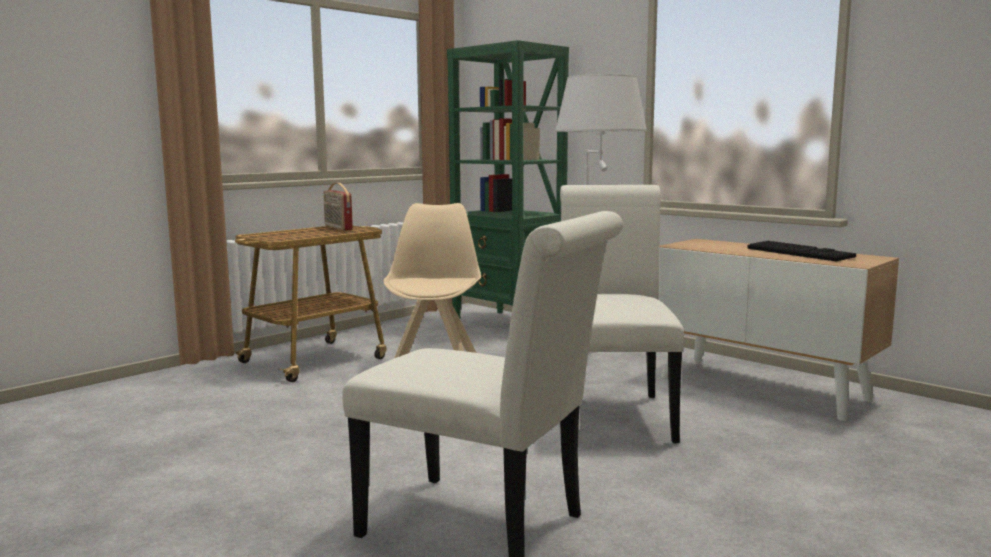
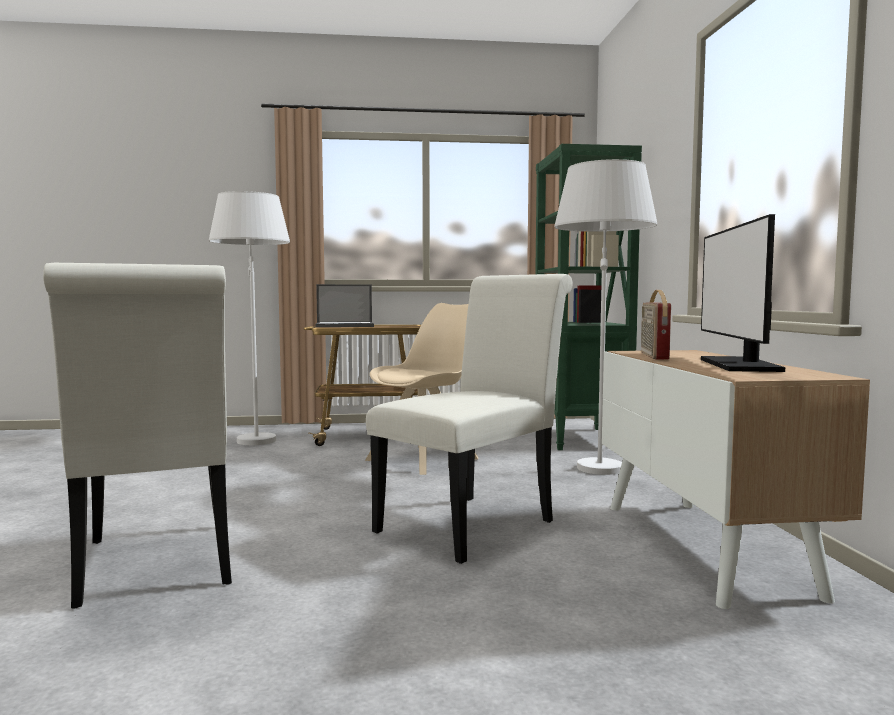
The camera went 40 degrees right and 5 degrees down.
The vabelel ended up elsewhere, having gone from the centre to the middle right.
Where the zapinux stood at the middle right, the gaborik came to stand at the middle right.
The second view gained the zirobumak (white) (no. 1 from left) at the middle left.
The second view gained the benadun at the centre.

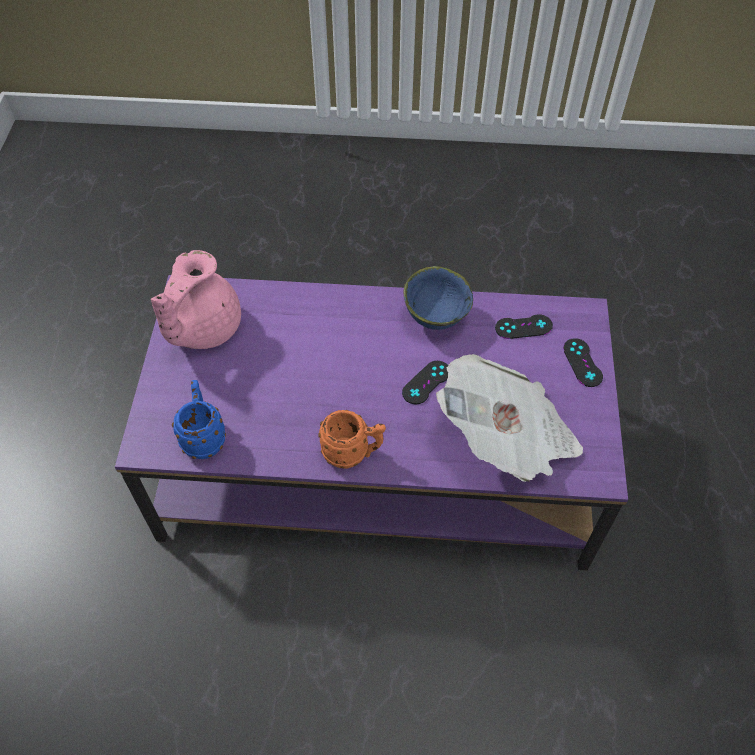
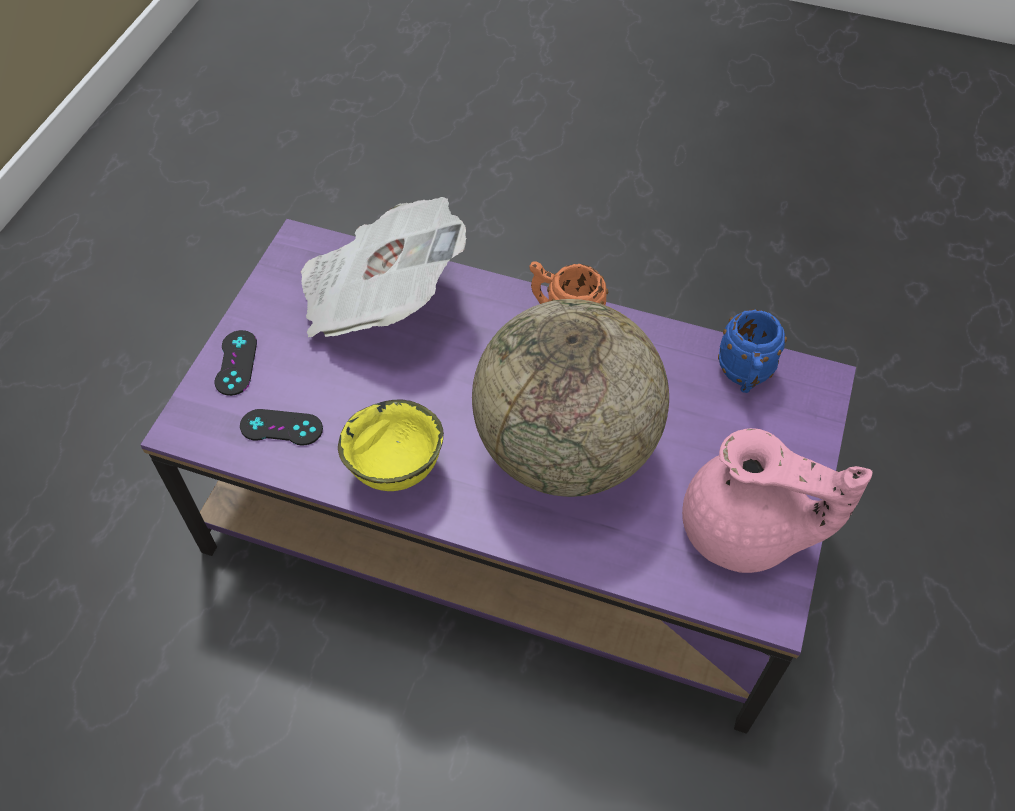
The camera went 165 degrees left and 0 degrees up.
The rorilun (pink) at the middle left ended up facing another way, 75 degrees clockwise from before.
The second view lost the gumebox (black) (no. 1 from left) at the centre.
What was the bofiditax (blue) at the centre turned into the bofiditax (yellow) at the centre.
The second view gained the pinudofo at the centre.

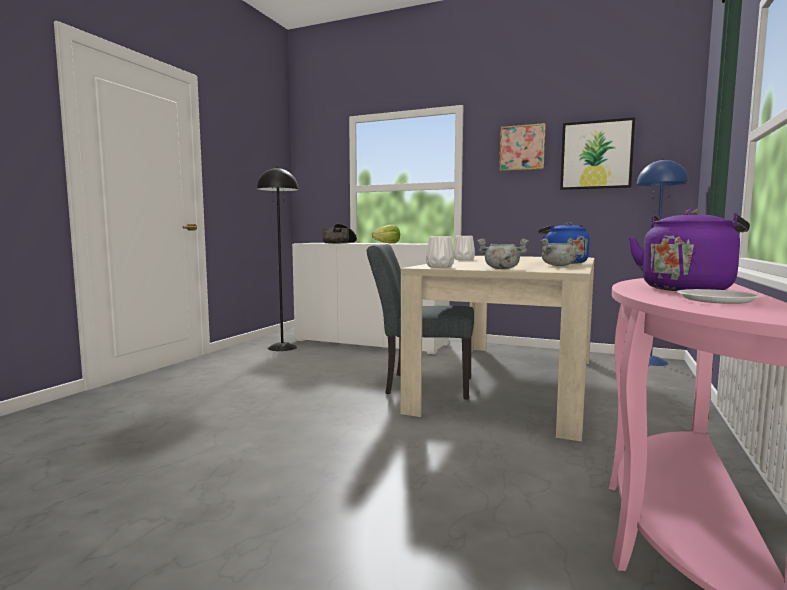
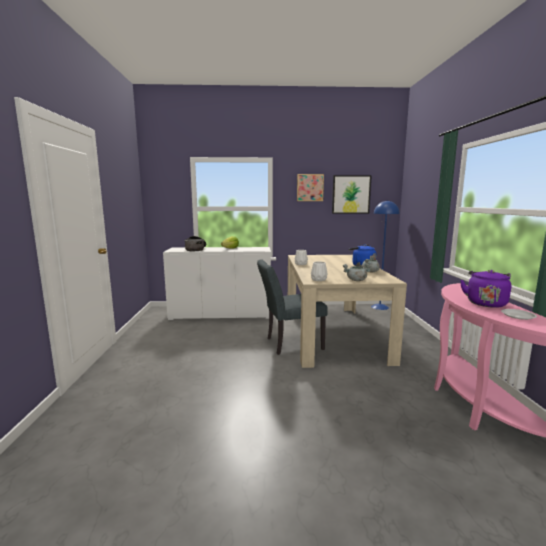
The camera went 25 degrees left and 5 degrees up.
The second view lost the zirobumak (black) at the centre.

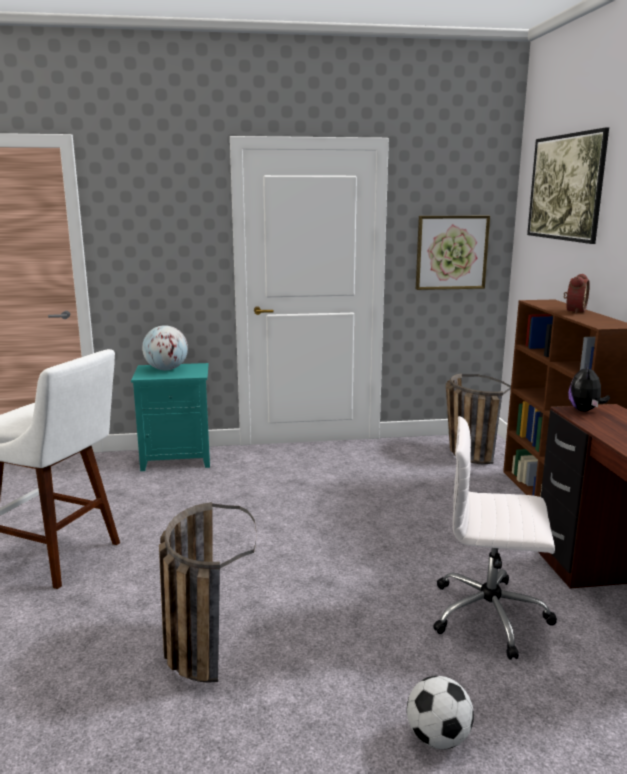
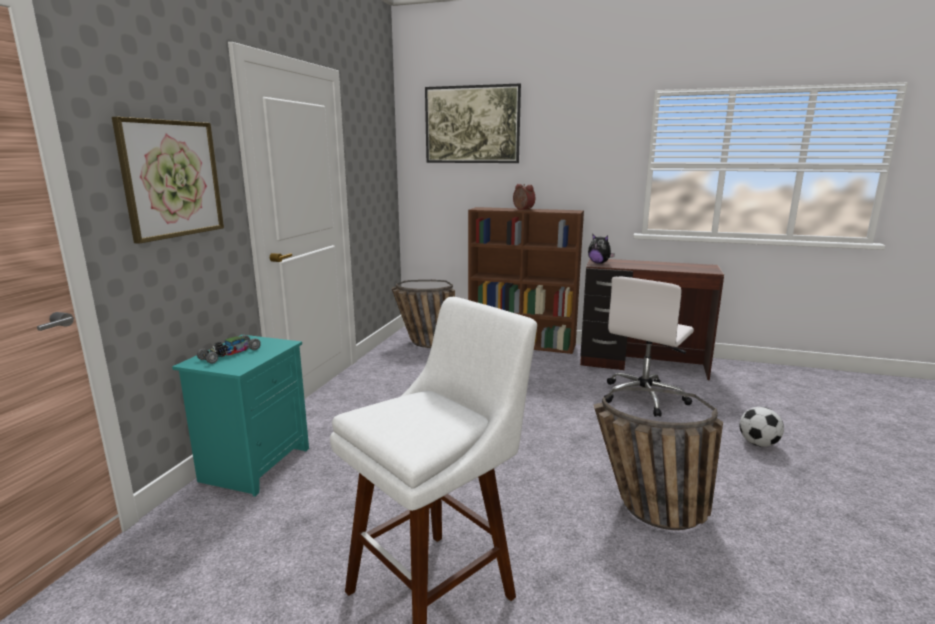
The camera went 65 degrees left and 0 degrees up.
Where the pinudofo stood at the middle left, the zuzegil came to stand at the middle left.
The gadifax (no. 1 from left) ended up elsewhere, having gone from the top right to the top left.

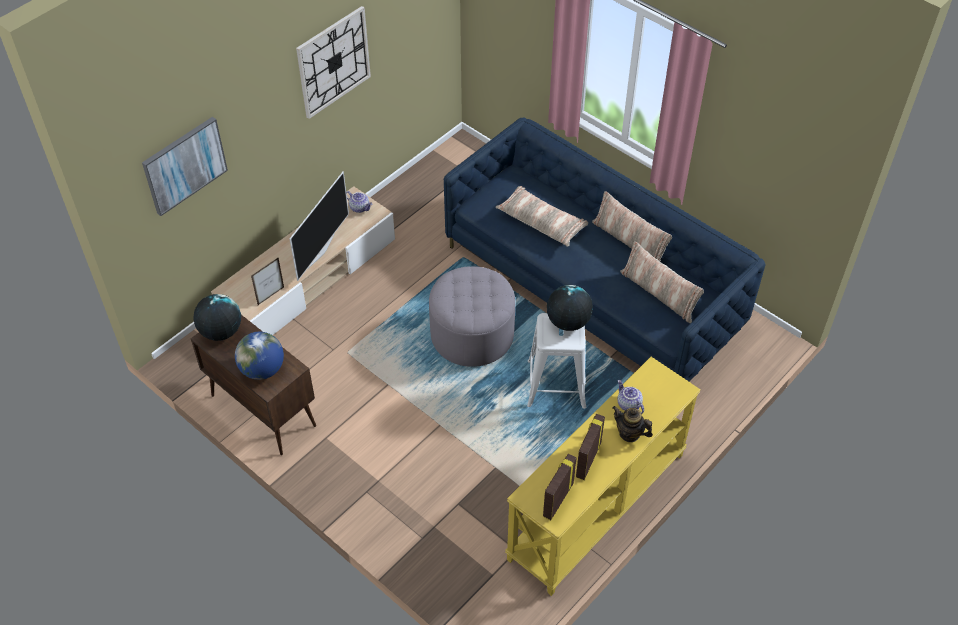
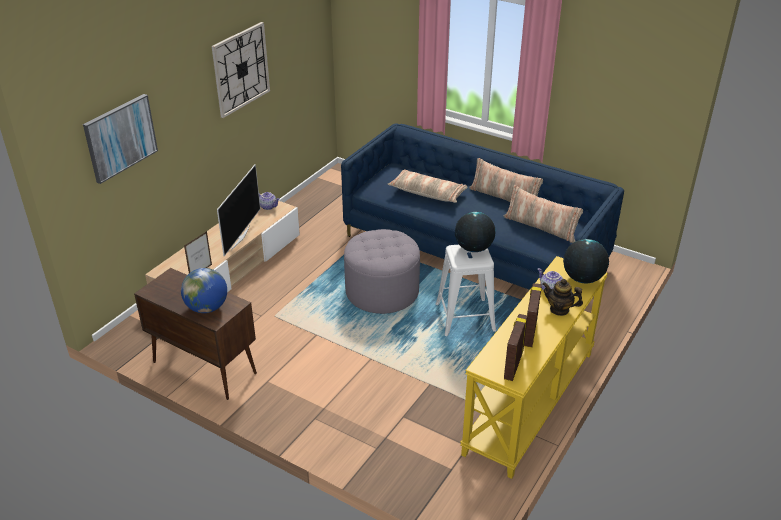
The camera went 10 degrees left and 15 degrees down.
The pinudofo (no. 1 from left in the first image) ended up elsewhere, having gone from the middle left to the middle right.

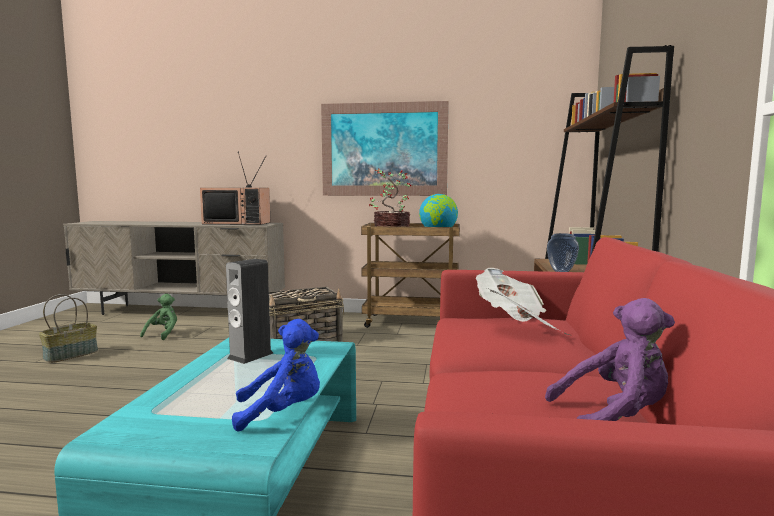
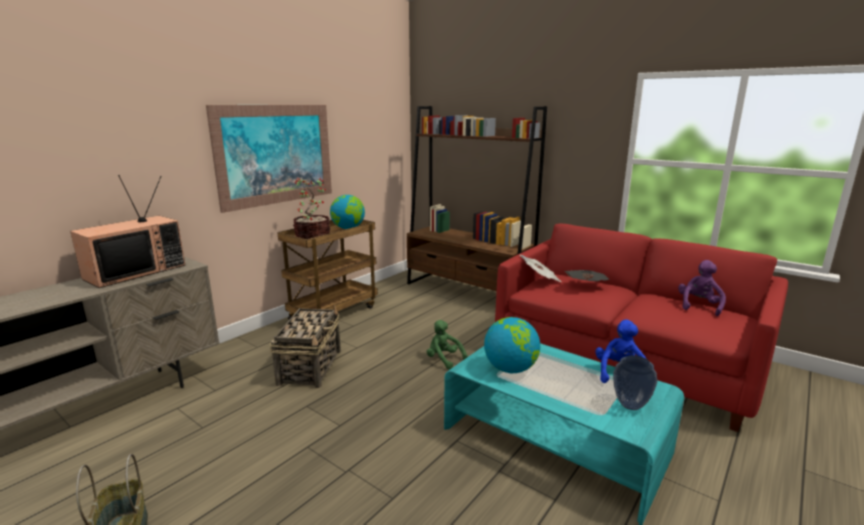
The camera went 60 degrees left and 10 degrees up.
The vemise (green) ended up elsewhere, having gone from the middle left to the centre.
Where the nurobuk stood at the middle left, the pinudofo (no. 2 from left) came to stand at the centre.
The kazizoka ended up elsewhere, having gone from the middle right to the bottom right.

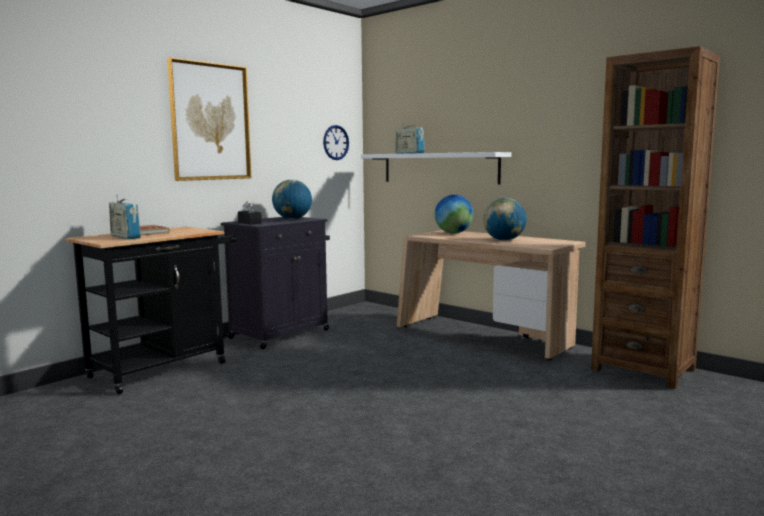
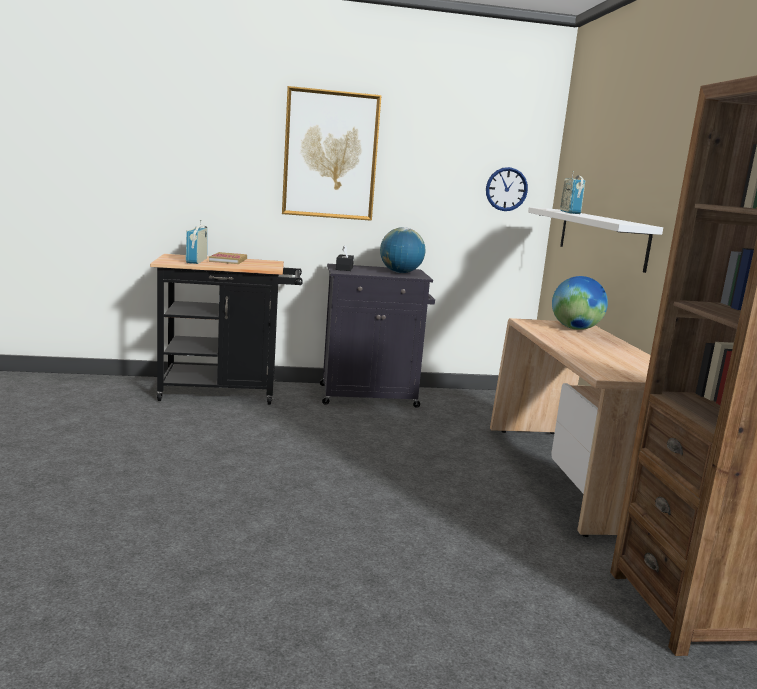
The camera went 40 degrees right and 5 degrees up.
The second view lost the pinudofo (no. 3 from left) at the centre.

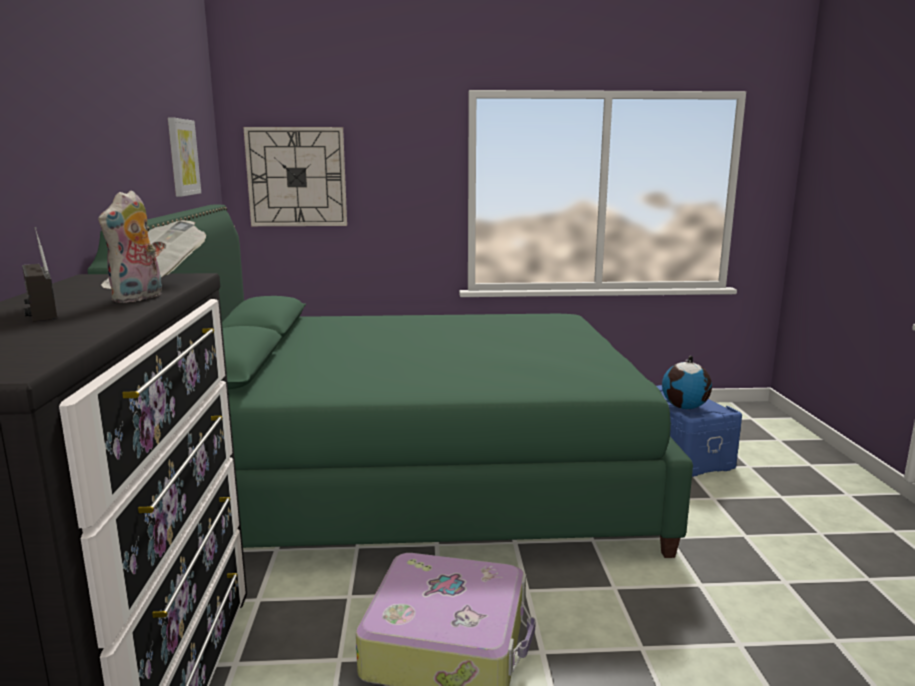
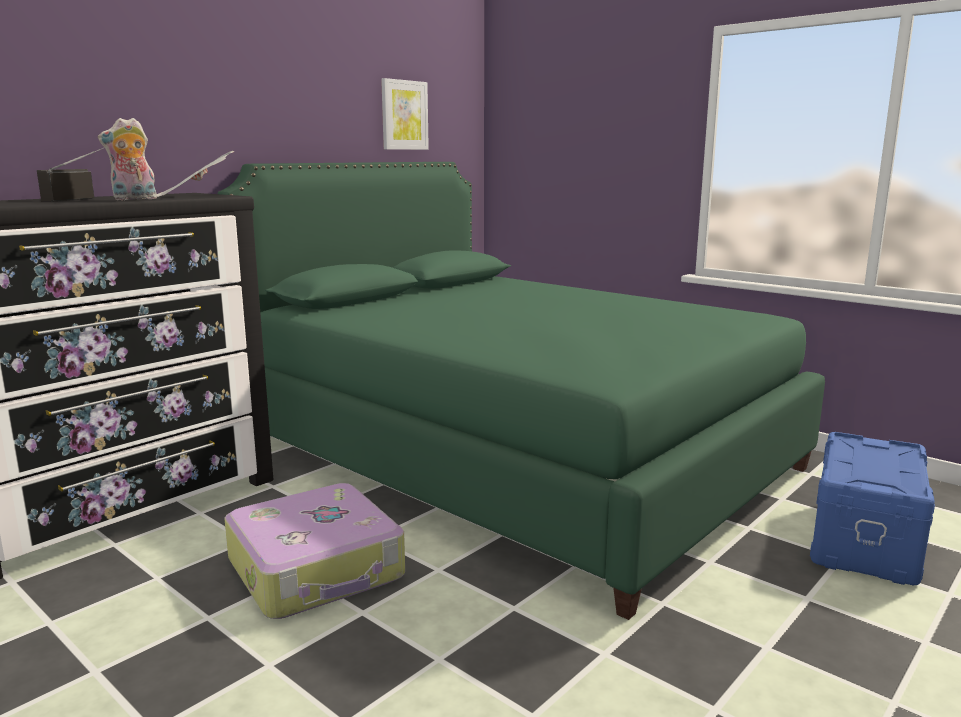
The camera went 45 degrees right and 0 degrees up.
The second view lost the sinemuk at the top left.
The second view lost the pinudofo at the middle right.

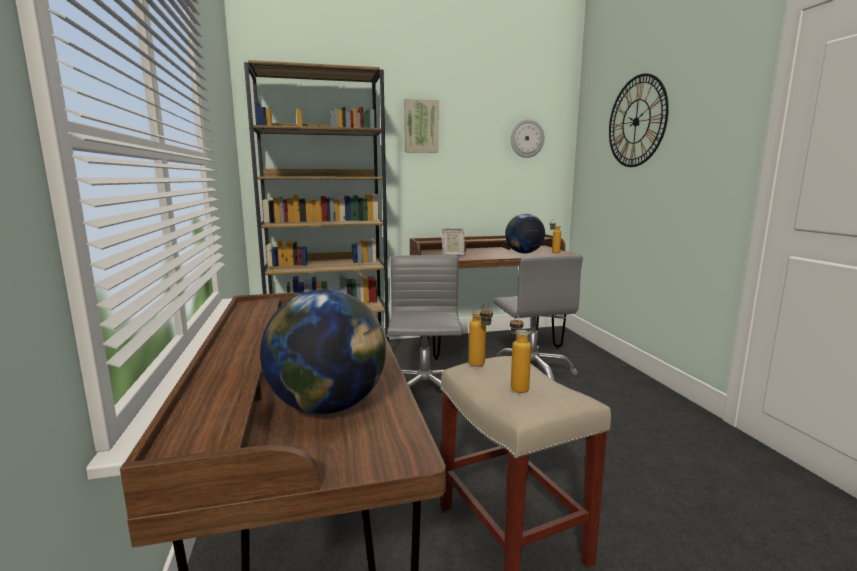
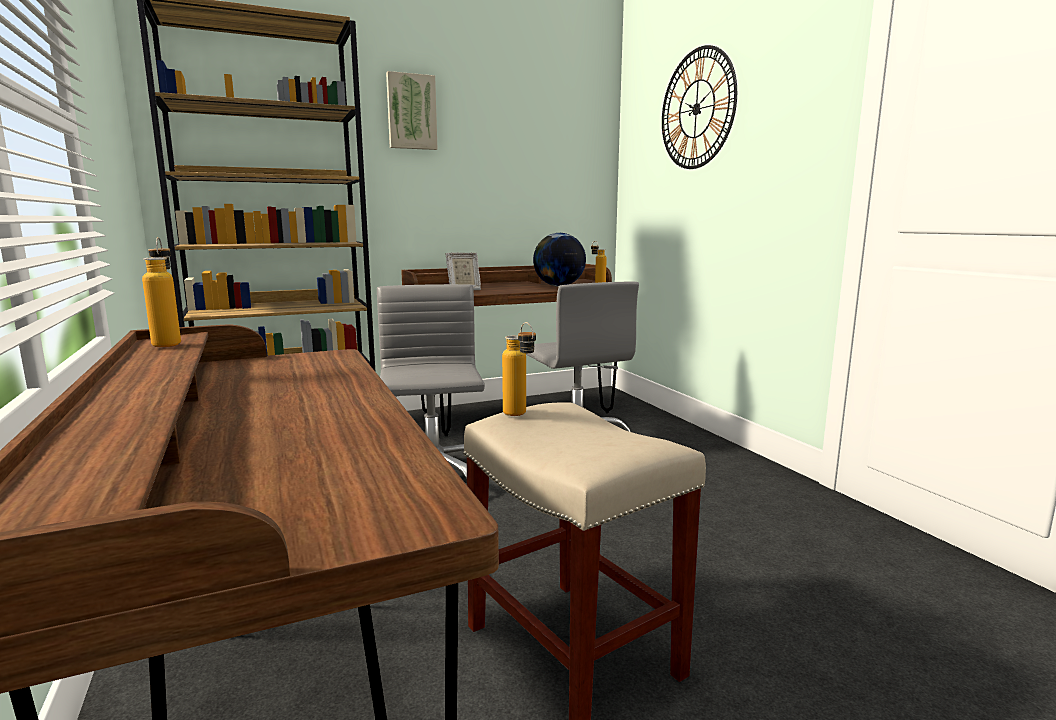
The camera went 10 degrees left and 0 degrees up.
The second view lost the pinudofo (no. 1 from left) at the centre.
The second view lost the sinemuk (no. 1 from left) at the top centre.
The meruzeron (no. 2 from left in the first image) ended up elsewhere, having gone from the centre to the middle left.

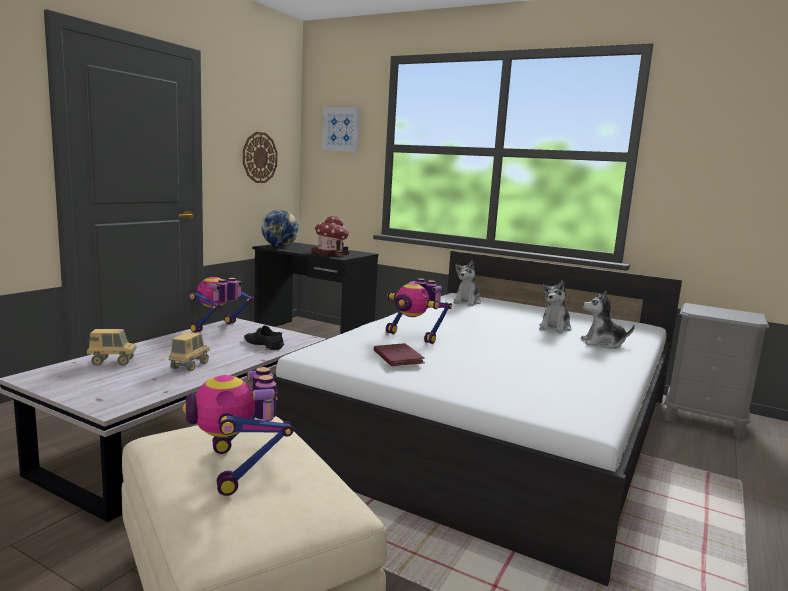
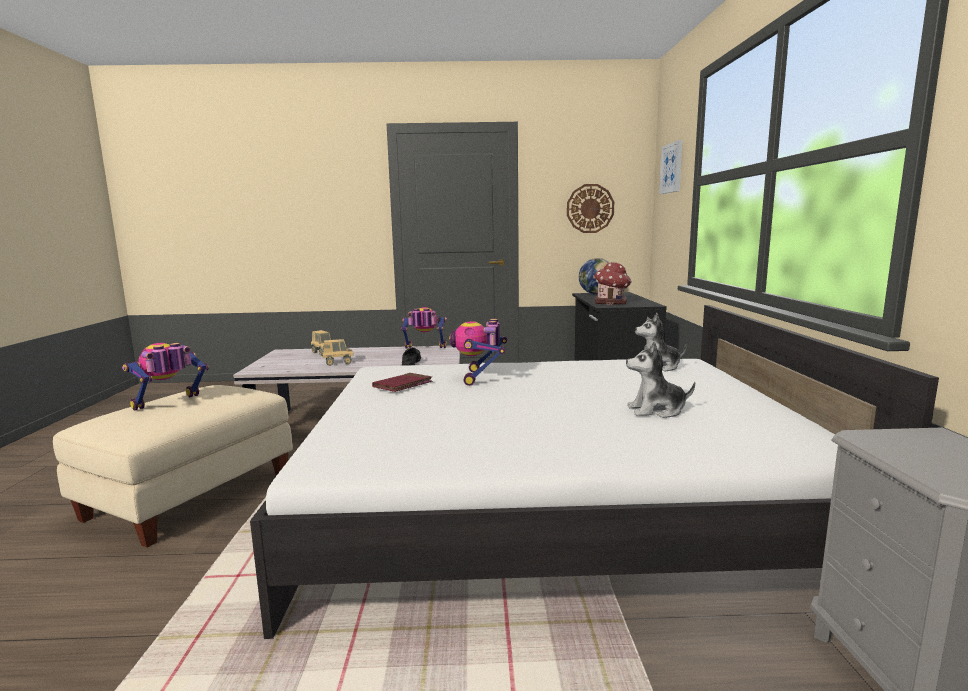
The camera went 60 degrees right and 0 degrees up.
The second view lost the vemise (no. 3 from left) at the middle right.

